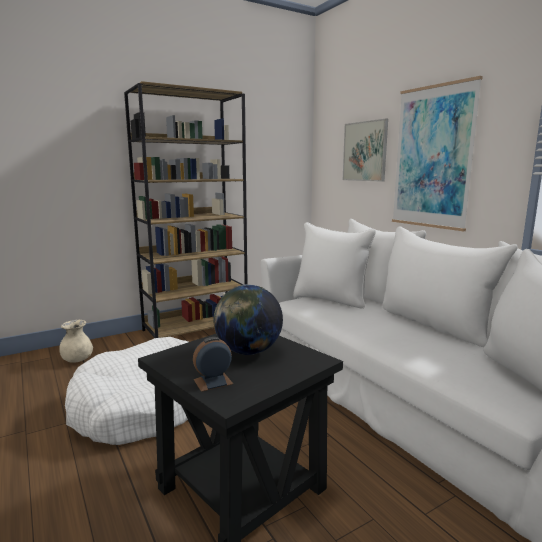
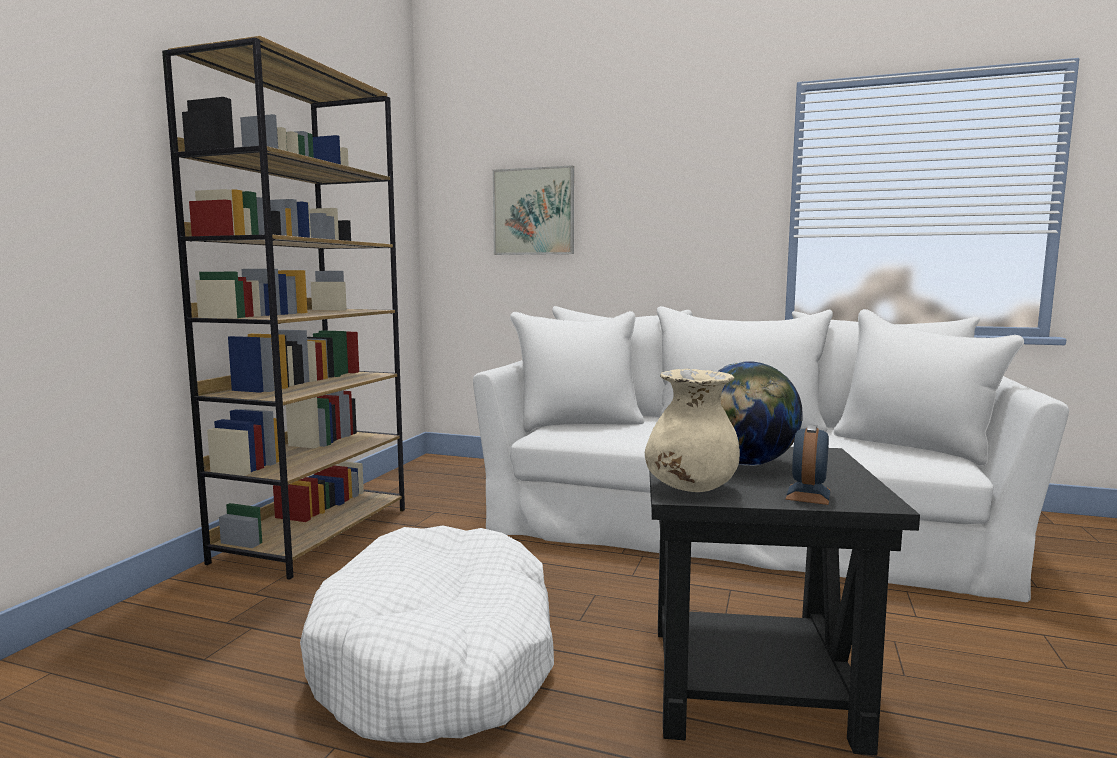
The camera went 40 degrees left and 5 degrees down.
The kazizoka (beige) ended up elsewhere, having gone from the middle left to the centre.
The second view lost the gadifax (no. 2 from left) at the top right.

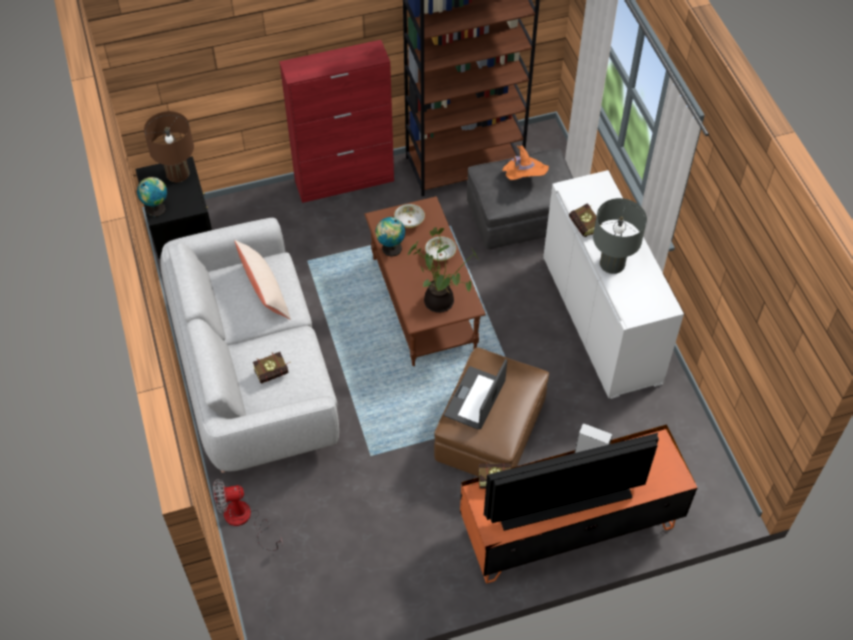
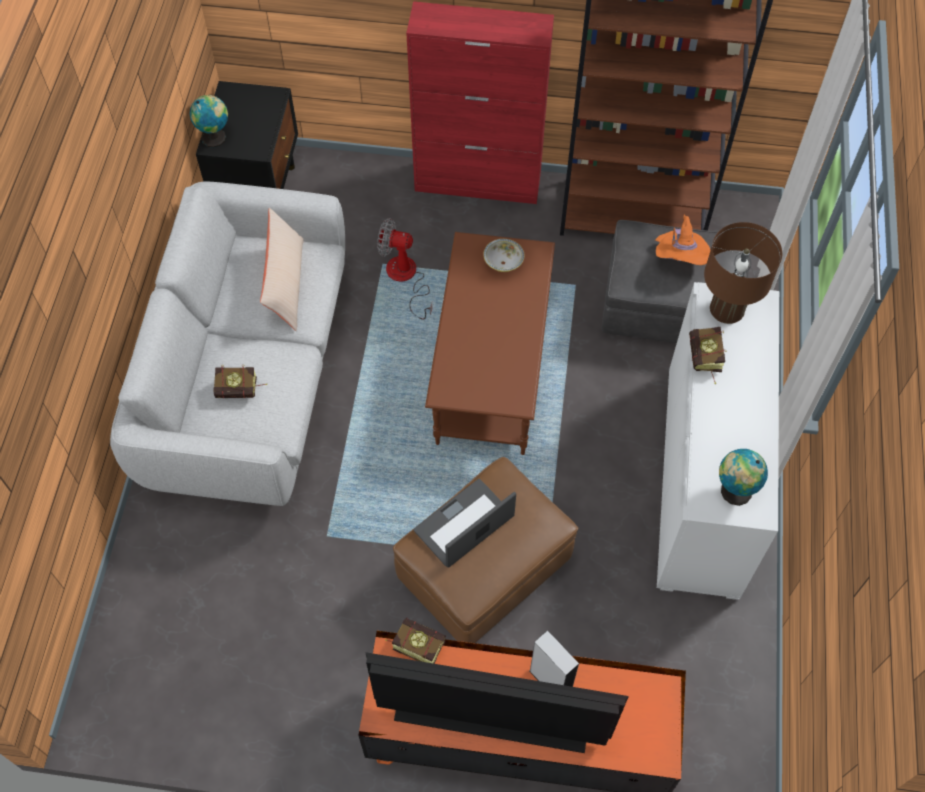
The camera went 25 degrees right and 5 degrees up.
The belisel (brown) ended up elsewhere, having gone from the top left to the middle right.
The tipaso ended up elsewhere, having gone from the bottom left to the centre.
The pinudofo (no. 2 from left) ended up elsewhere, having gone from the centre to the middle right.
The second view lost the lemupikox at the centre.
The second view lost the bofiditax (no. 2 from left) at the centre.
The second view lost the belisel (grey) at the middle right.

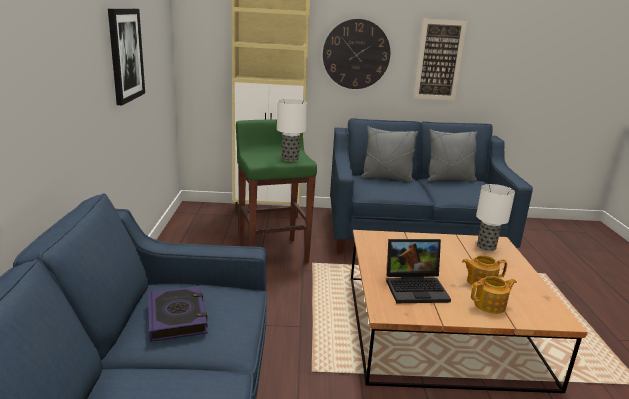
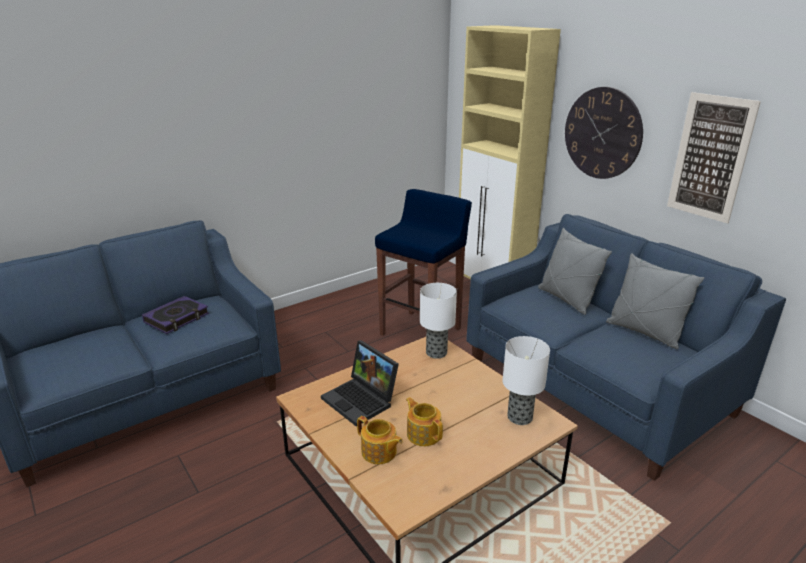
The camera went 55 degrees right and 5 degrees up.
The second view lost the gadifax (no. 1 from left) at the top left.
What was the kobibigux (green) at the centre turned into the kobibigux (blue) at the centre.
The belisel (no. 1 from left) ended up elsewhere, having gone from the top centre to the centre.

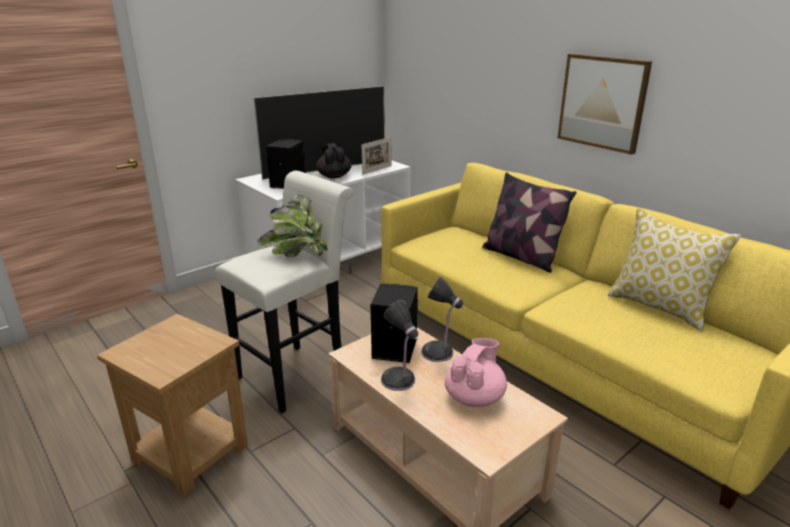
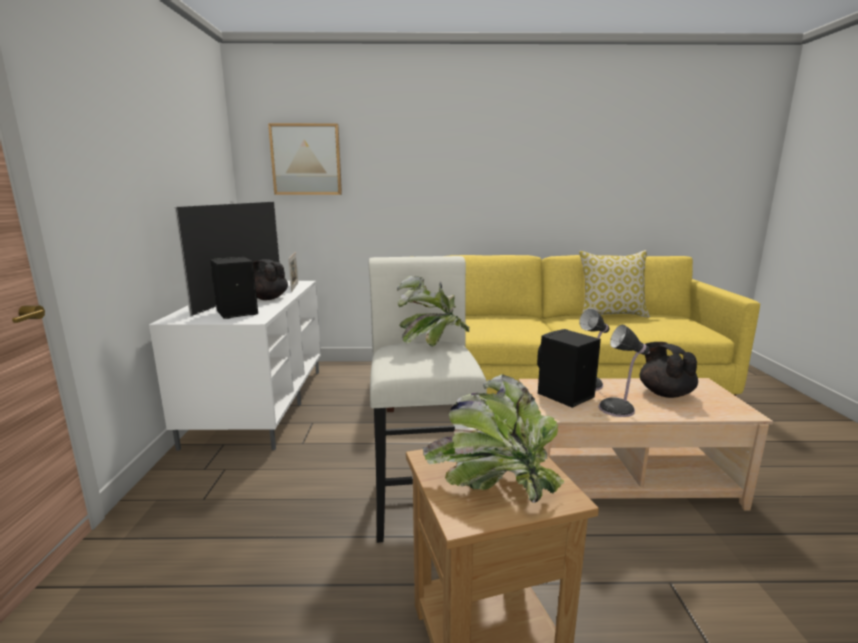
The camera went 50 degrees left and 10 degrees down.
What was the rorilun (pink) at the bottom centre turned into the rorilun (black) (no. 2 from left) at the middle right.
The second view lost the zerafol (no. 1 from left) at the middle right.
The gadifax ended up elsewhere, having gone from the top right to the top centre.
The second view gained the lemupikox (no. 2 from left) at the bottom centre.

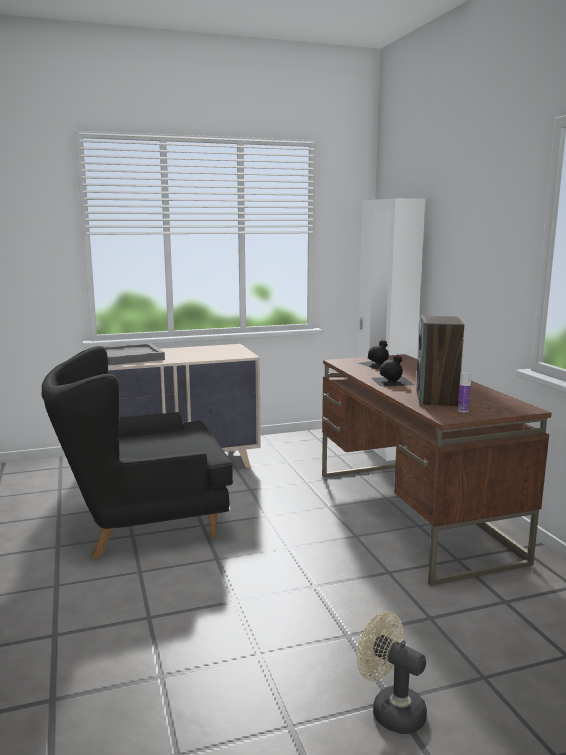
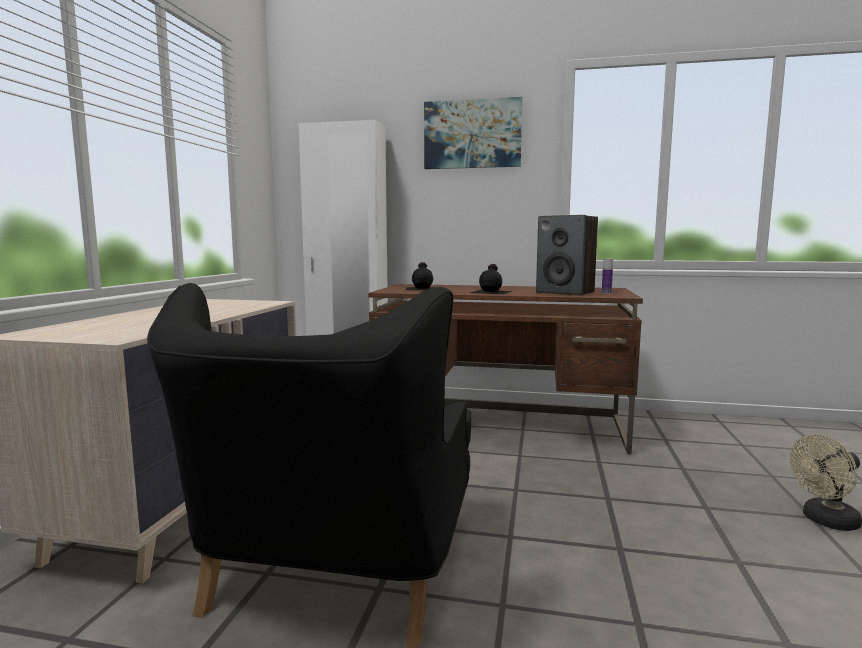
The camera went 60 degrees left and 5 degrees down.
The second view lost the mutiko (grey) at the middle left.
The second view gained the gadifax at the top centre.

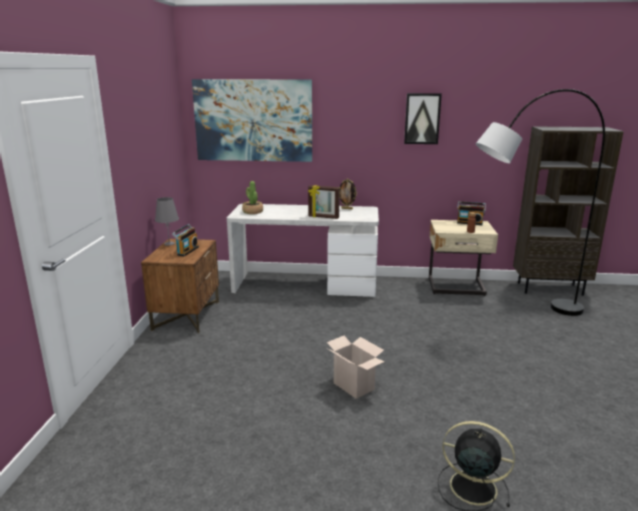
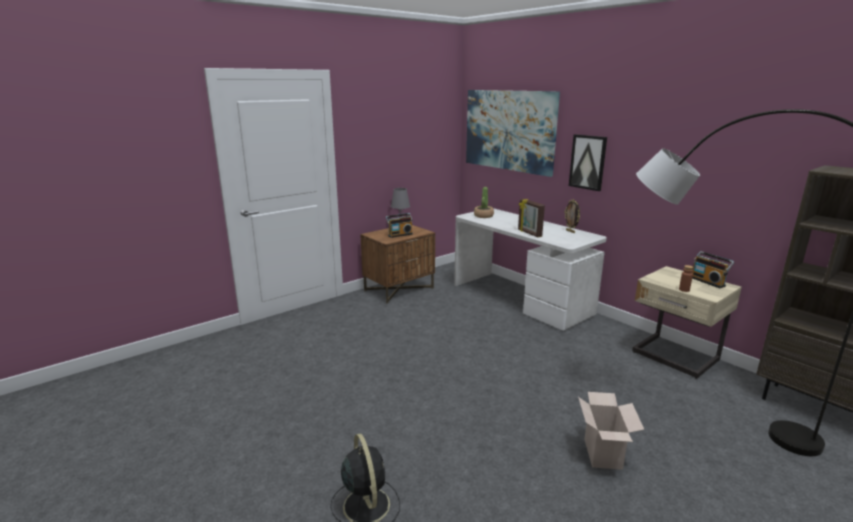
The camera went 45 degrees right and 0 degrees up.
The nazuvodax ended up elsewhere, having gone from the bottom centre to the bottom right.
The gadifax (no. 2 from left) ended up elsewhere, having gone from the top centre to the top right.

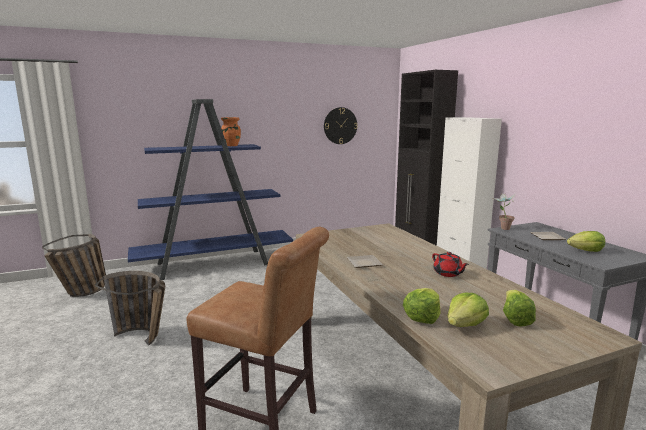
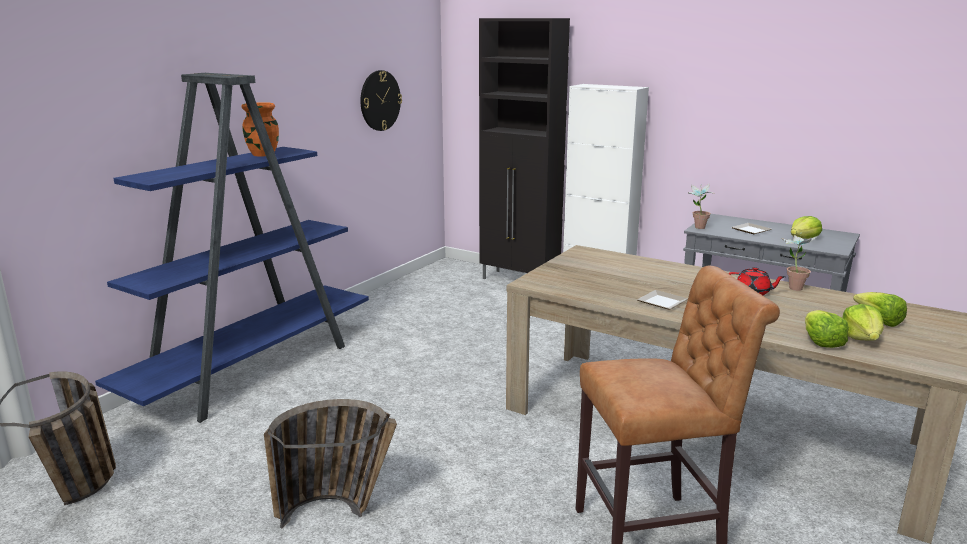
The camera went 35 degrees left and 5 degrees up.
The second view gained the lemupikox (no. 2 from left) at the middle right.

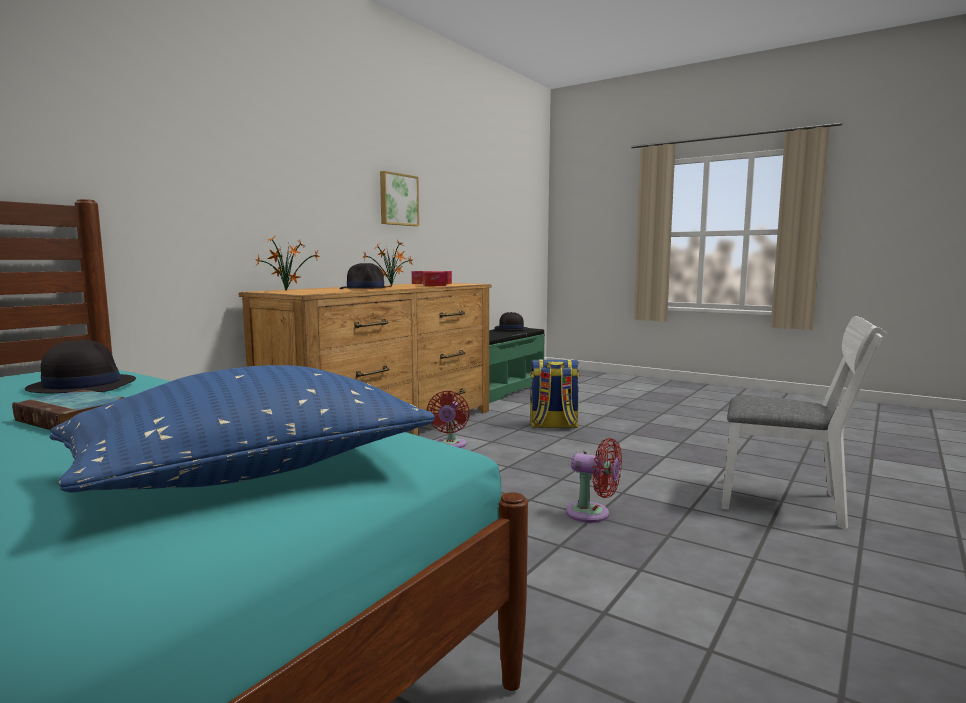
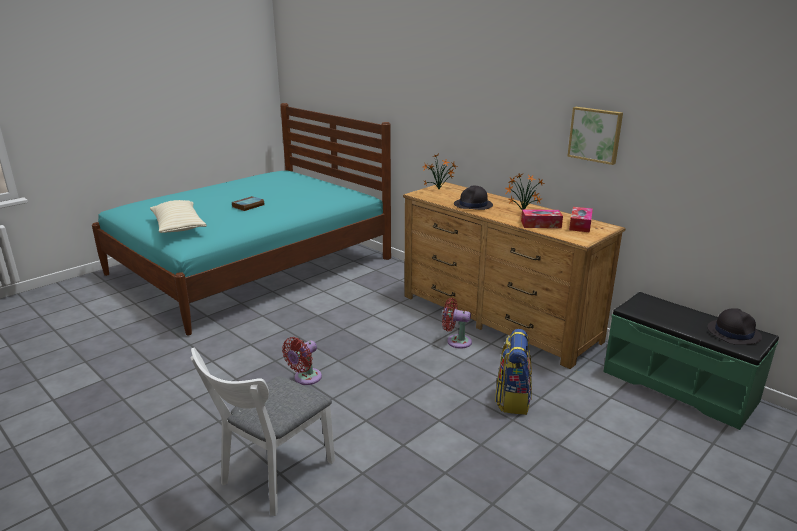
The camera went 100 degrees right and 15 degrees up.
The second view lost the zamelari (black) (no. 1 from left) at the middle left.
What was the zerafol (blue) at the middle left turned into the zerafol (beige) at the middle left.

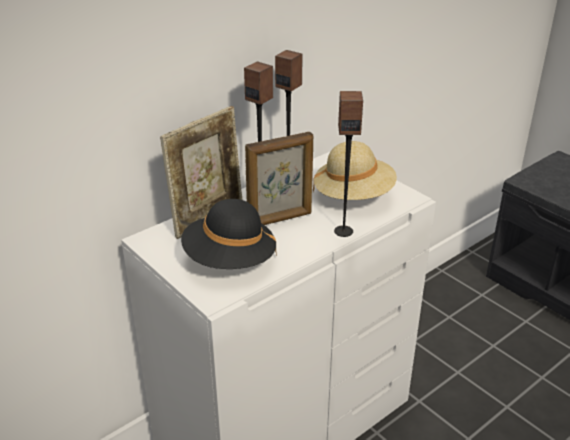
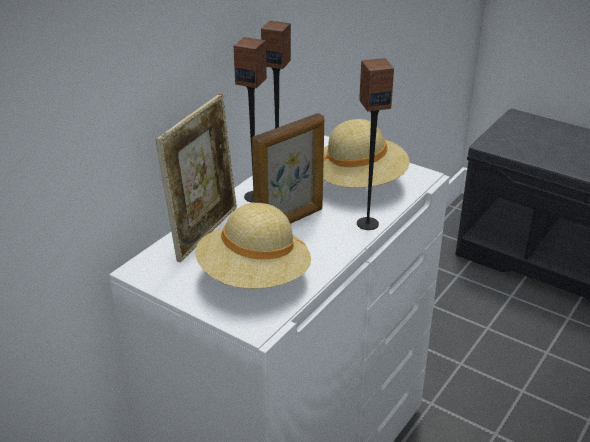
The camera went 15 degrees left and 0 degrees up.
What was the zamelari (black) at the centre turned into the zamelari (beige) (no. 1 from left) at the centre.

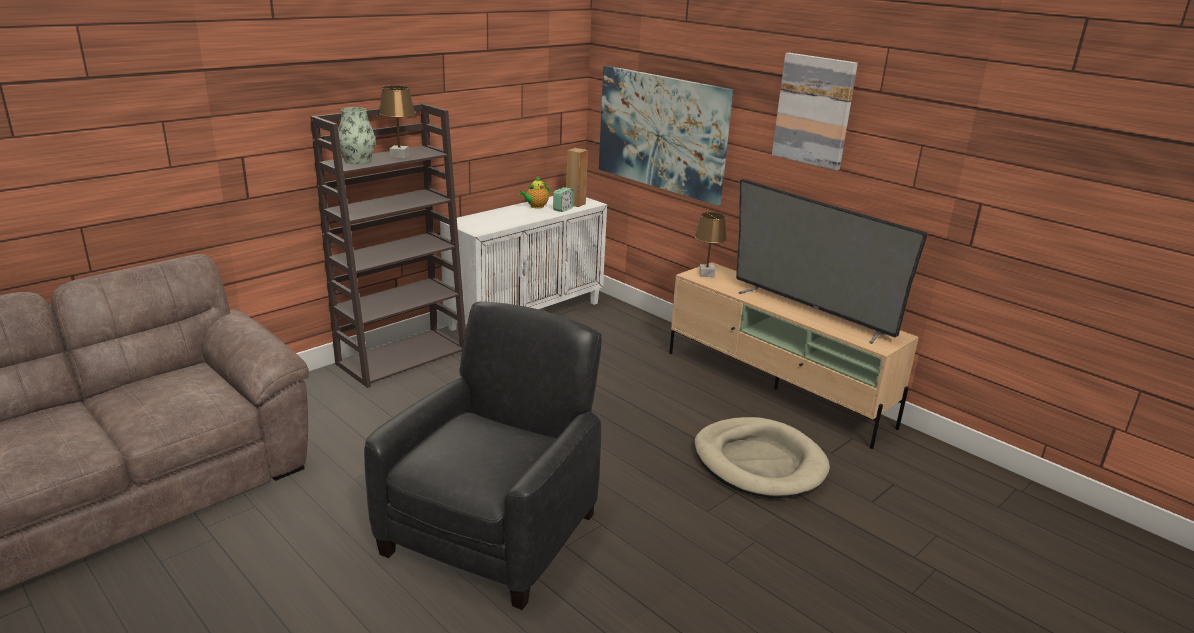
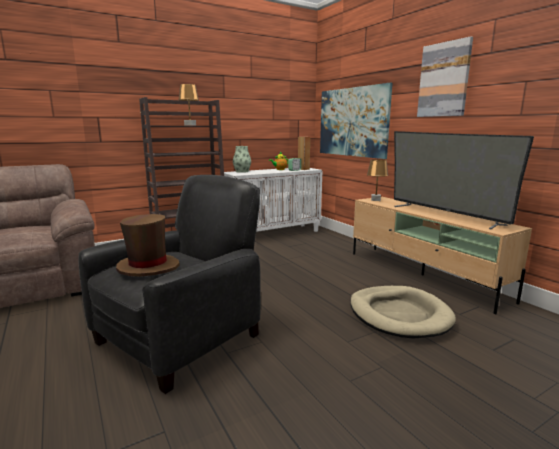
The camera went 15 degrees right and 10 degrees down.
The kazizoka ended up elsewhere, having gone from the top left to the centre.
The second view gained the zamelari (brown) at the middle left.

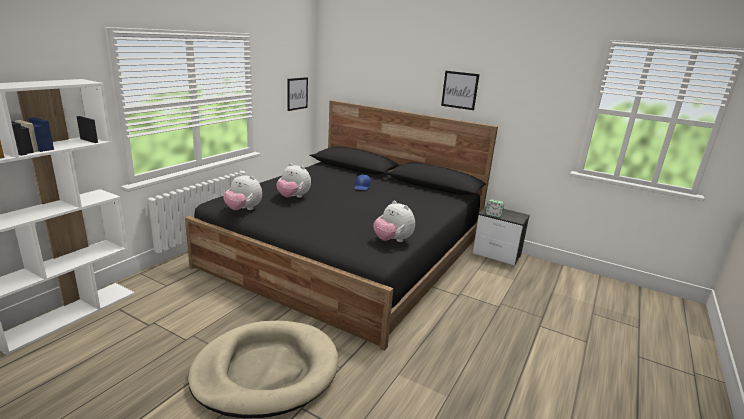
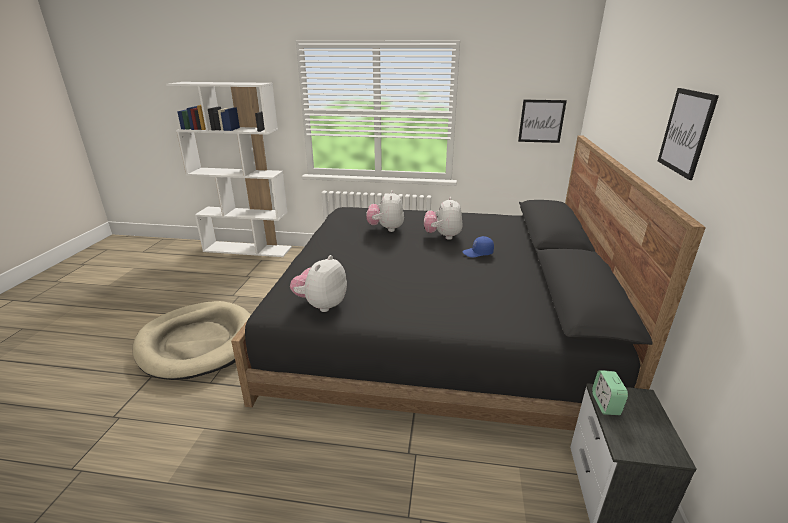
The camera went 70 degrees right and 5 degrees up.
The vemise (no. 1 from left in the first image) ended up elsewhere, having gone from the middle left to the centre.

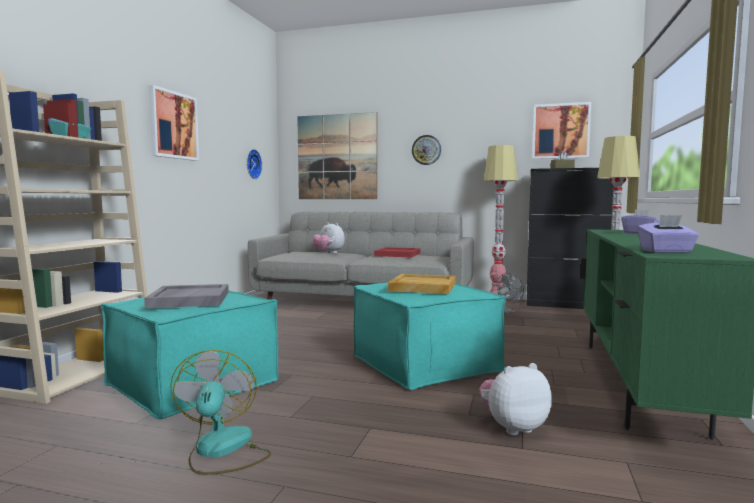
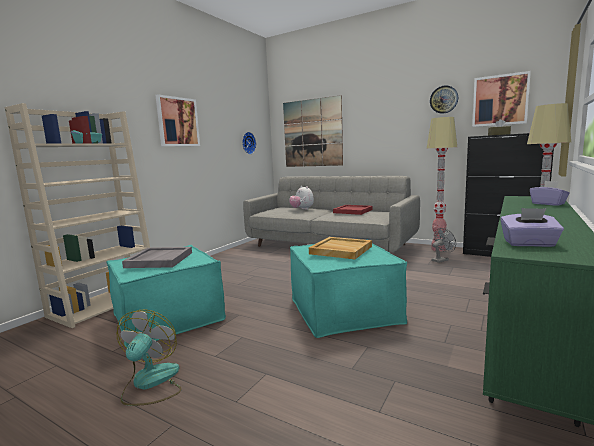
The camera went 15 degrees right and 5 degrees up.
The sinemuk (no. 2 from left) ended up elsewhere, having gone from the top centre to the top right.
The second view lost the vemise (no. 2 from left) at the bottom right.

